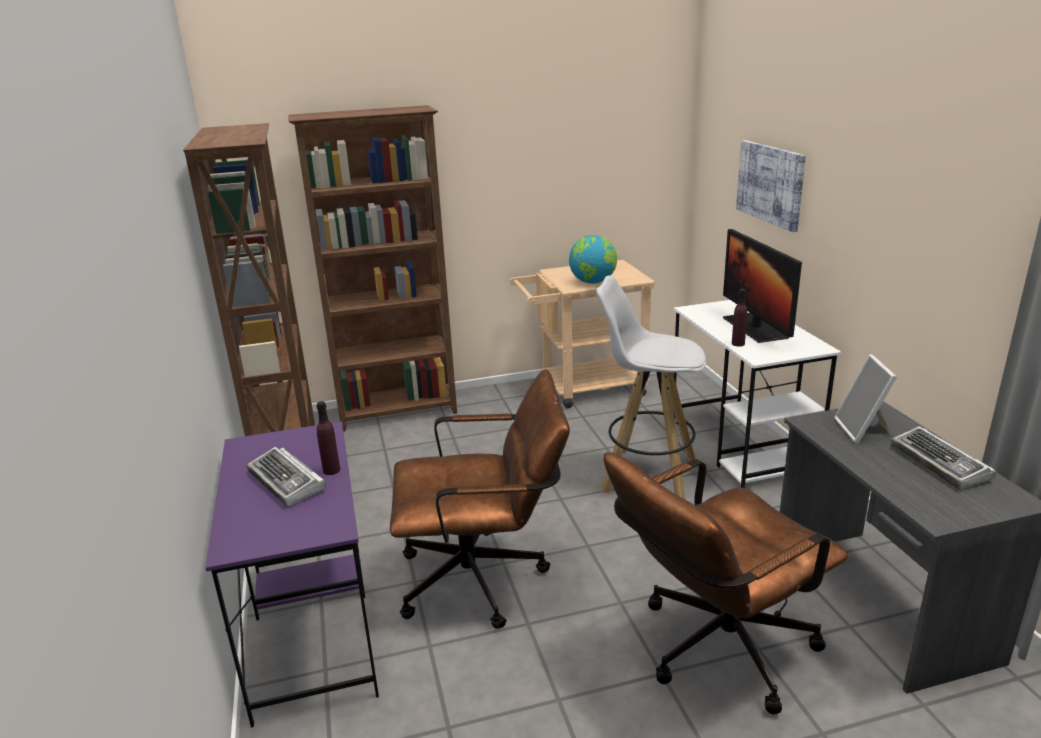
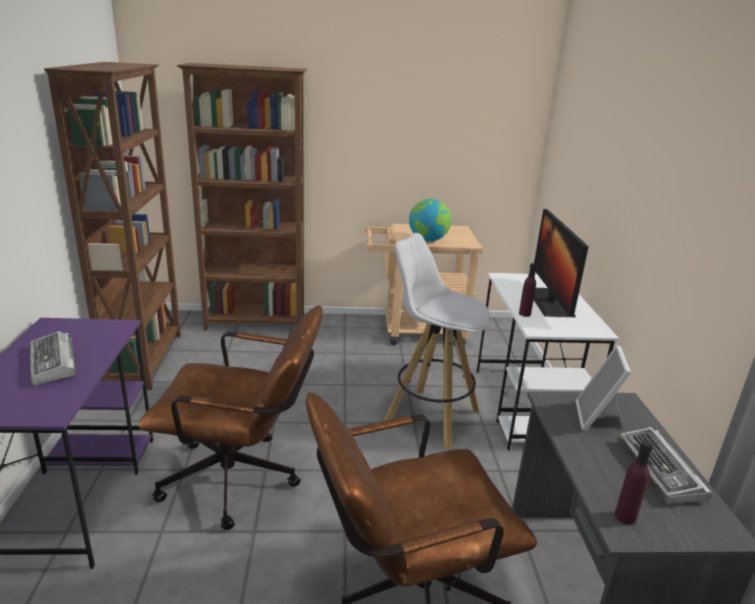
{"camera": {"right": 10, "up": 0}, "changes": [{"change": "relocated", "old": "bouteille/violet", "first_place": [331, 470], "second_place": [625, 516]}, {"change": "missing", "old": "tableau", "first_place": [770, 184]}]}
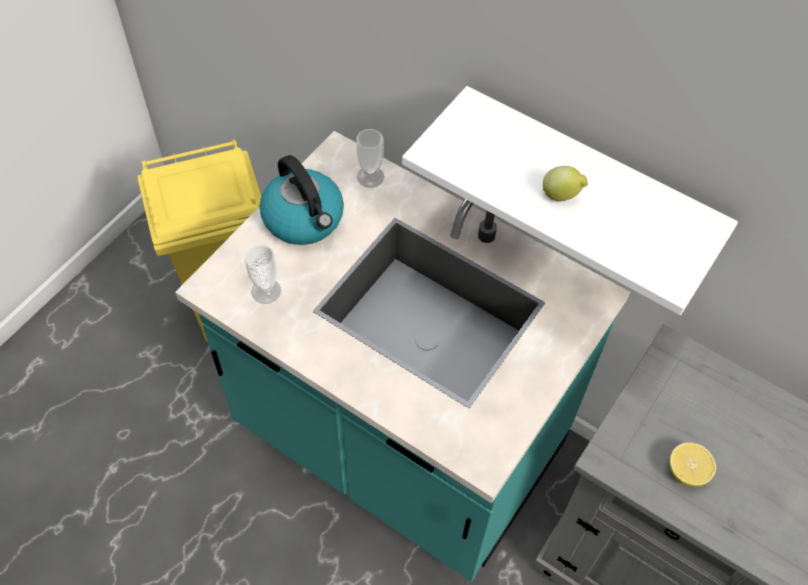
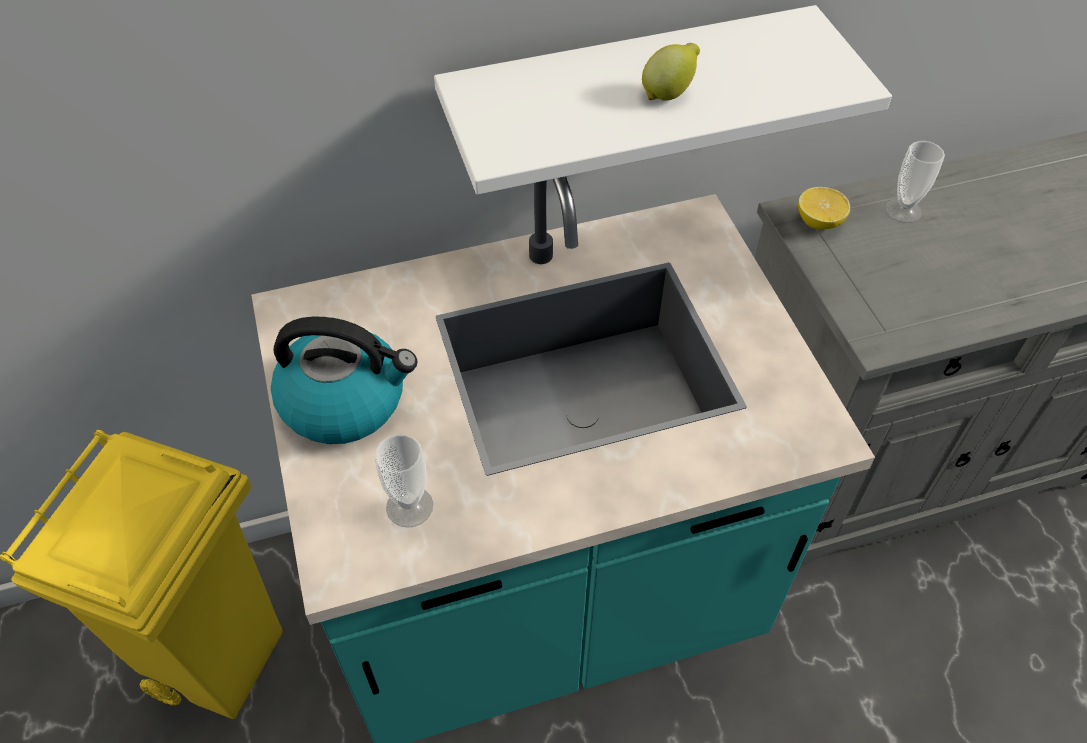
{"camera": {"right": -50, "up": -5}, "changes": [{"change": "relocated", "old": "citron", "first_place": [687, 471], "second_place": [819, 221]}, {"change": "relocated", "old": "tasse", "first_place": [370, 177], "second_place": [903, 210]}]}
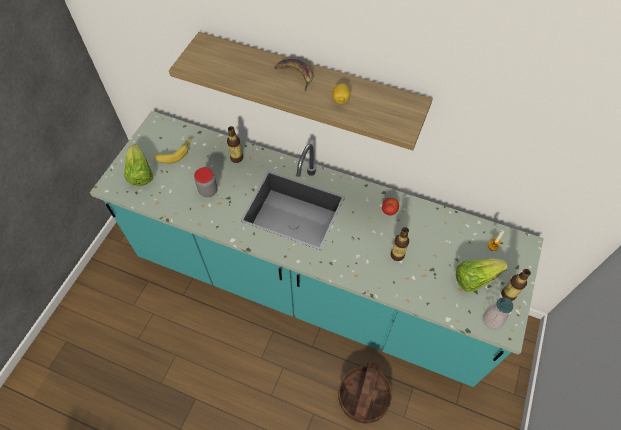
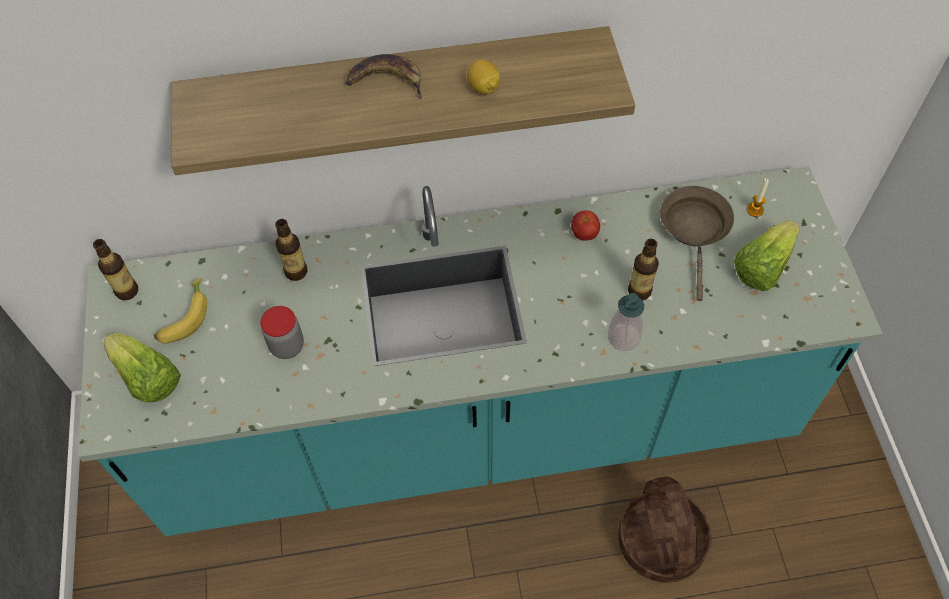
{"camera": {"right": -30, "up": 0}, "changes": [{"change": "relocated", "old": "bouteille", "first_place": [508, 294], "second_place": [127, 291]}, {"change": "relocated", "old": "distributeur de savon", "first_place": [492, 319], "second_place": [623, 337]}, {"change": "appeared", "new": "poêle/marron", "second_place": [695, 230]}]}
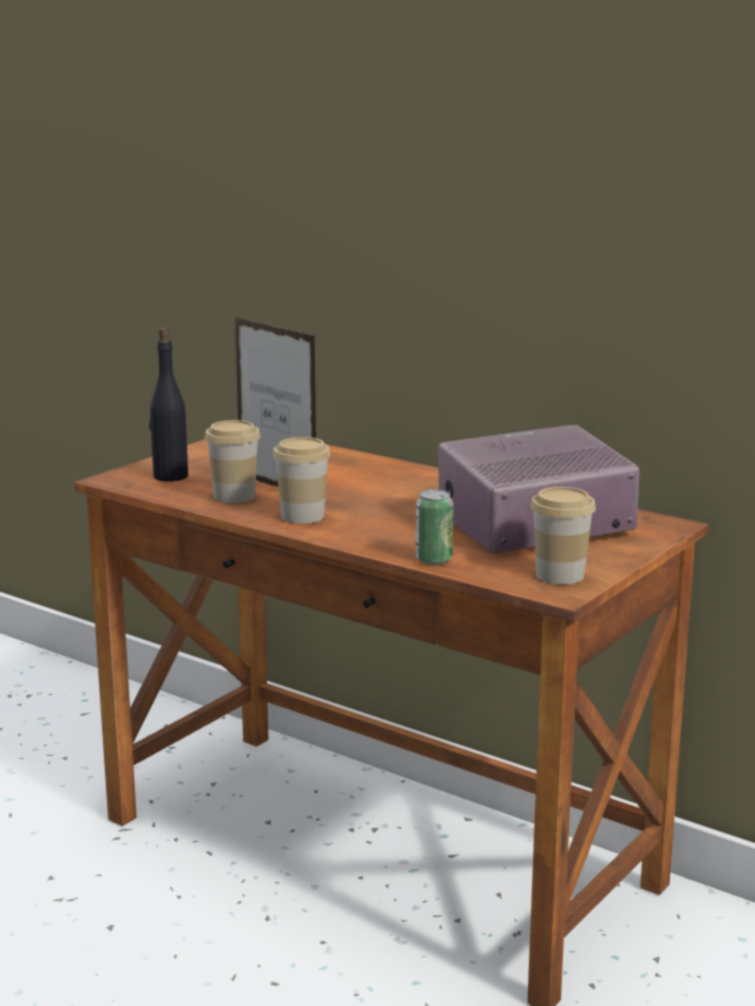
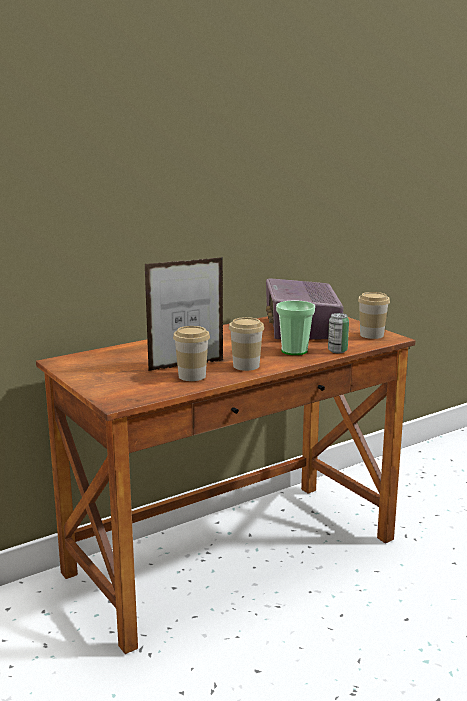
{"camera": {"right": -70, "up": 0}, "changes": [{"change": "appeared", "new": "tasse", "second_place": [294, 351]}, {"change": "missing", "old": "bouteille/noir", "first_place": [170, 476]}]}
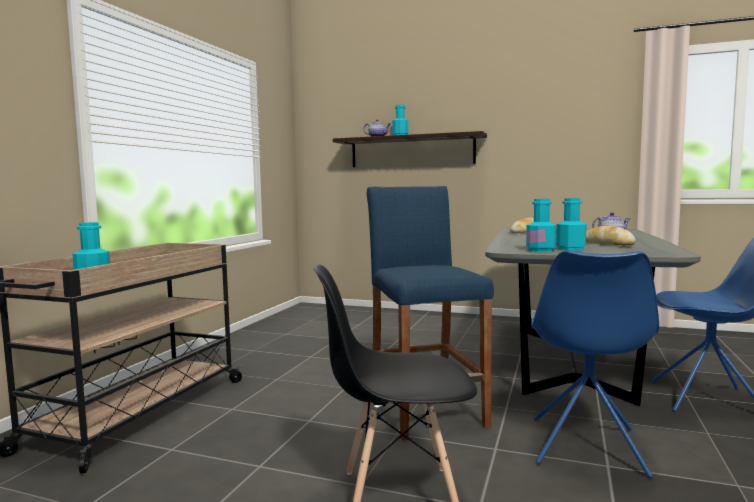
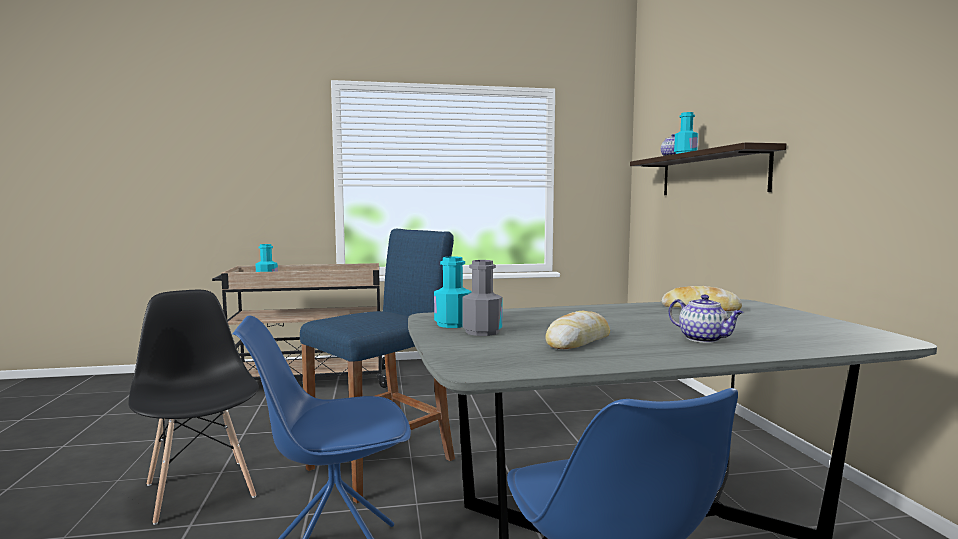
{"camera": {"right": 60, "up": 0}, "changes": [{"change": "colour", "old": "bouteille/turquoise", "new": "bouteille/gris", "first_place": [570, 249], "second_place": [482, 332]}]}
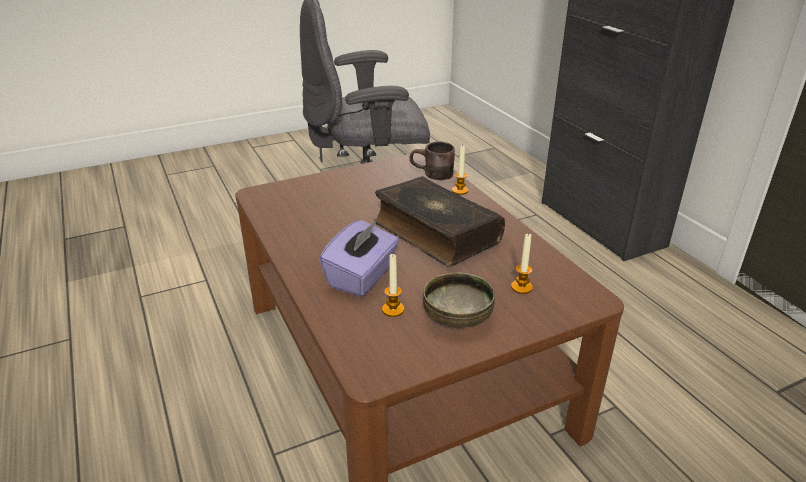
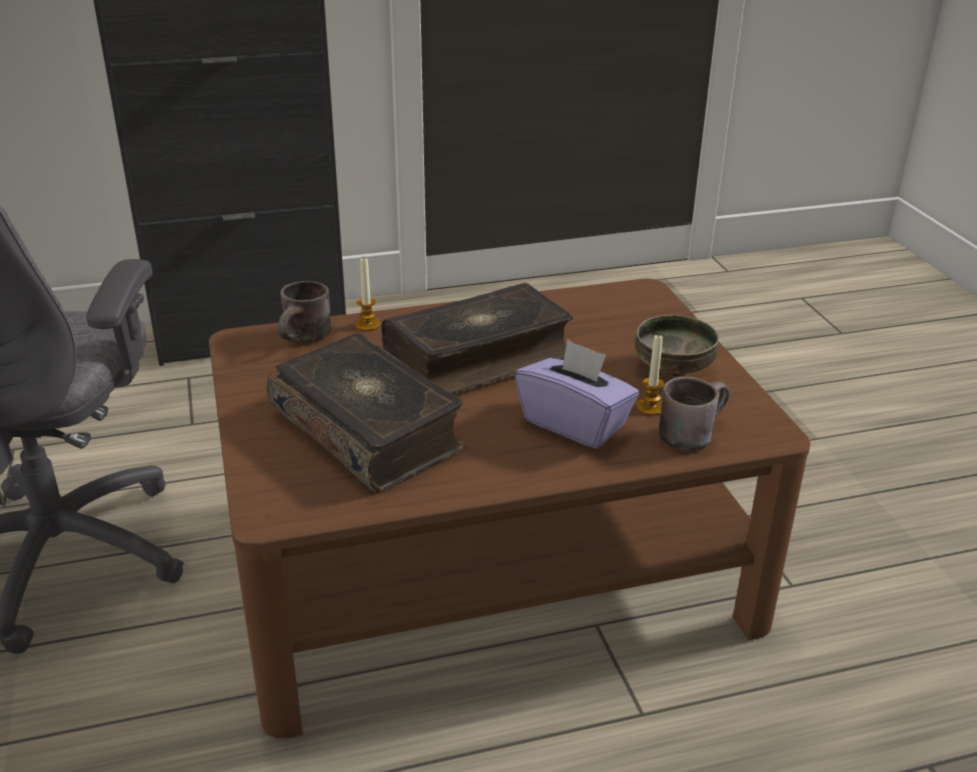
{"camera": {"right": -80, "up": 0}, "changes": [{"change": "appeared", "new": "livre", "second_place": [369, 430]}, {"change": "appeared", "new": "mug/marron", "second_place": [689, 432]}, {"change": "missing", "old": "bougie", "first_place": [521, 287]}]}
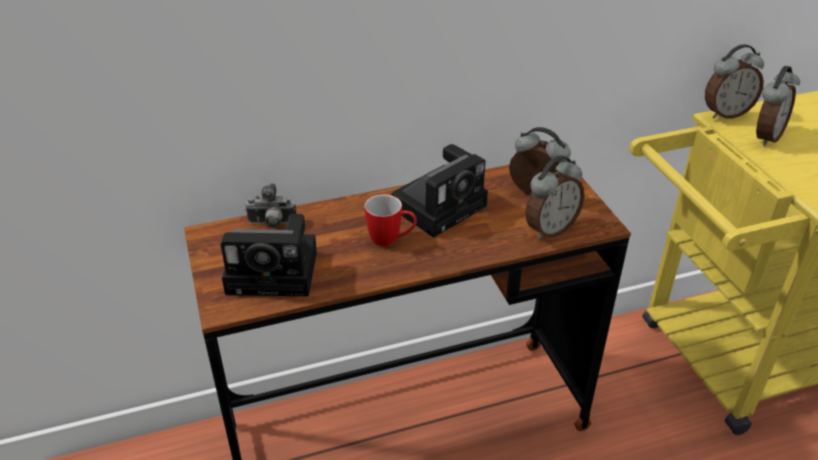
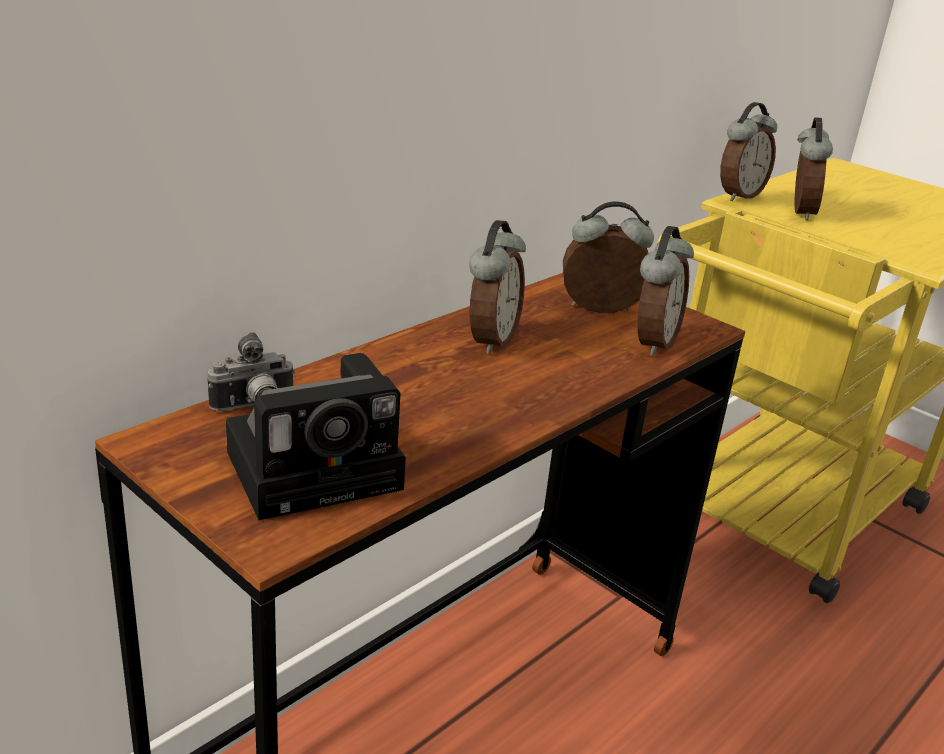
{"camera": {"right": -30, "up": -10}, "changes": [{"change": "exchanged", "old": "appareil photo", "new": "réveil", "first_place": [441, 205], "second_place": [490, 340]}, {"change": "missing", "old": "mug", "first_place": [391, 240]}]}
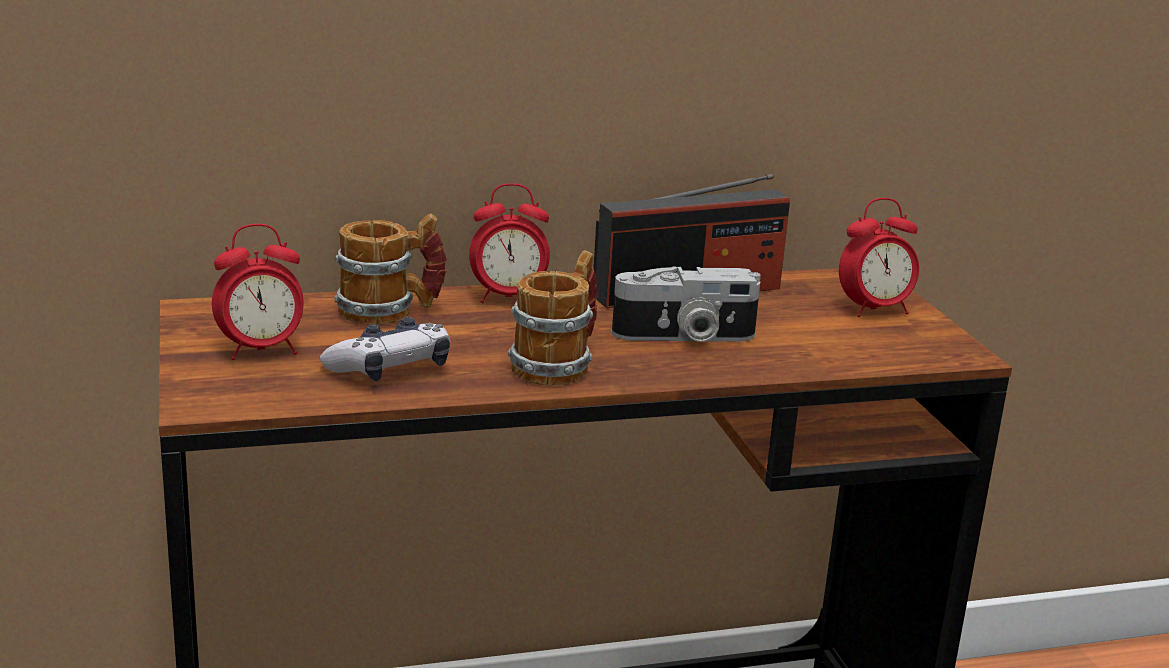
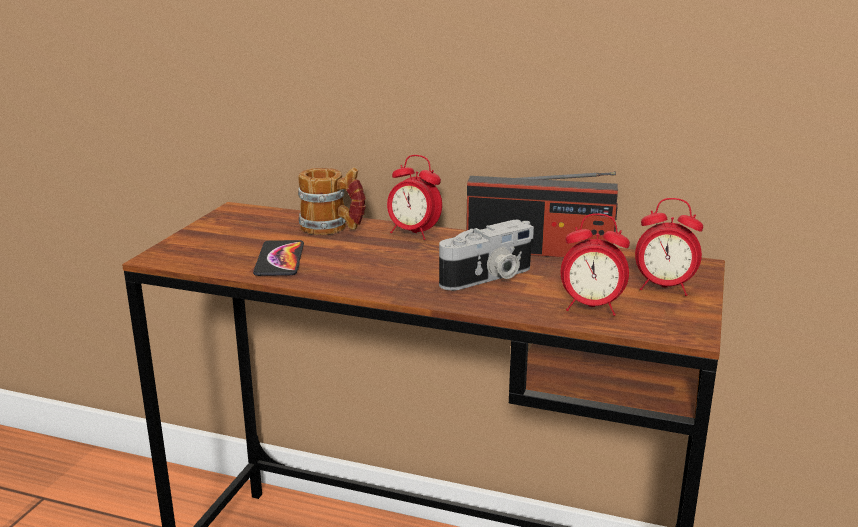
{"camera": {"right": 35, "up": 0}, "changes": [{"change": "exchanged", "old": "manette", "new": "téléphone", "first_place": [390, 369], "second_place": [279, 259]}, {"change": "spun", "old": "appareil photo", "first_place": [684, 337], "second_place": [489, 278], "degrees": -60}, {"change": "relocated", "old": "réveil", "first_place": [261, 351], "second_place": [591, 308]}, {"change": "missing", "old": "mug", "first_place": [559, 364]}]}
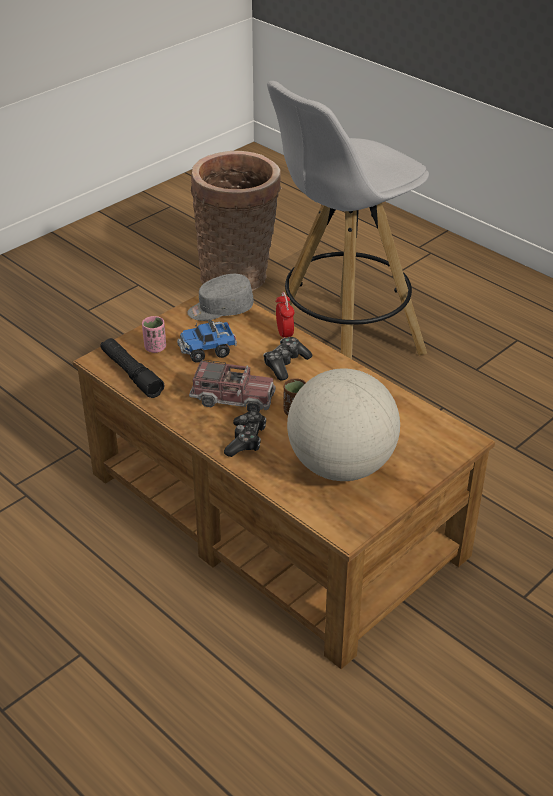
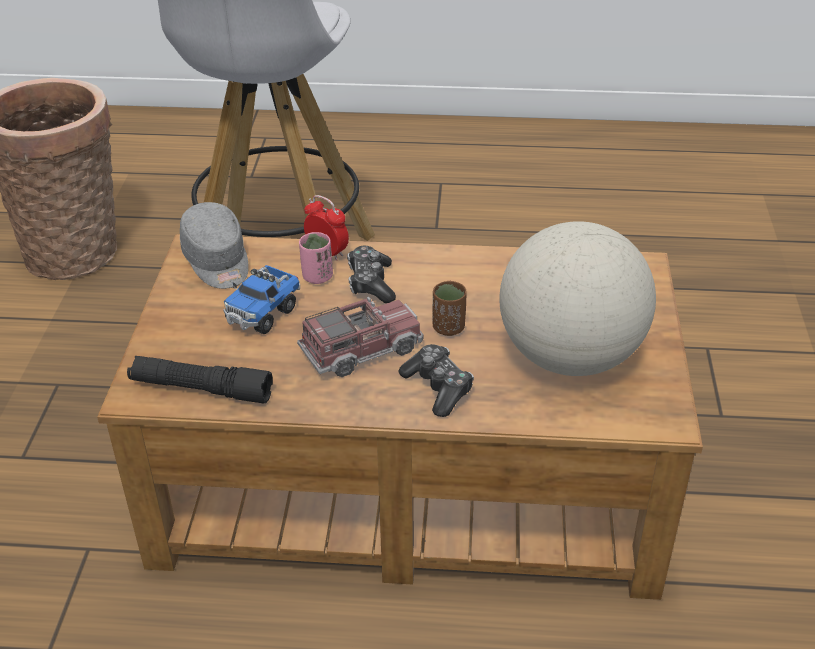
{"camera": {"right": -40, "up": 0}, "changes": [{"change": "spun", "old": "casquette/gris", "first_place": [220, 310], "second_place": [217, 262], "degrees": -60}, {"change": "relocated", "old": "tasse/rose", "first_place": [155, 348], "second_place": [317, 277]}]}
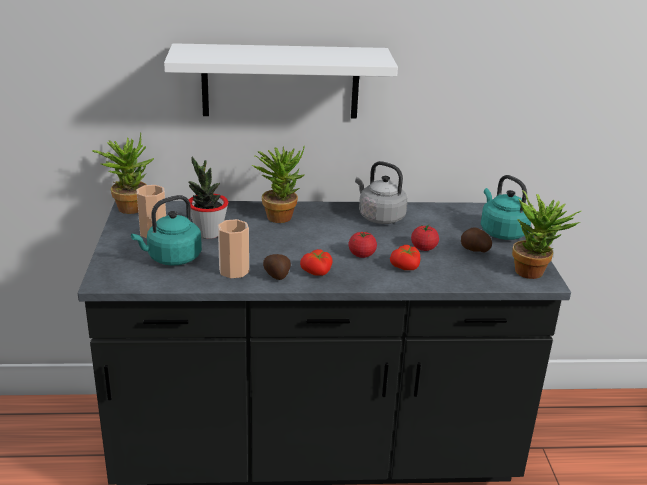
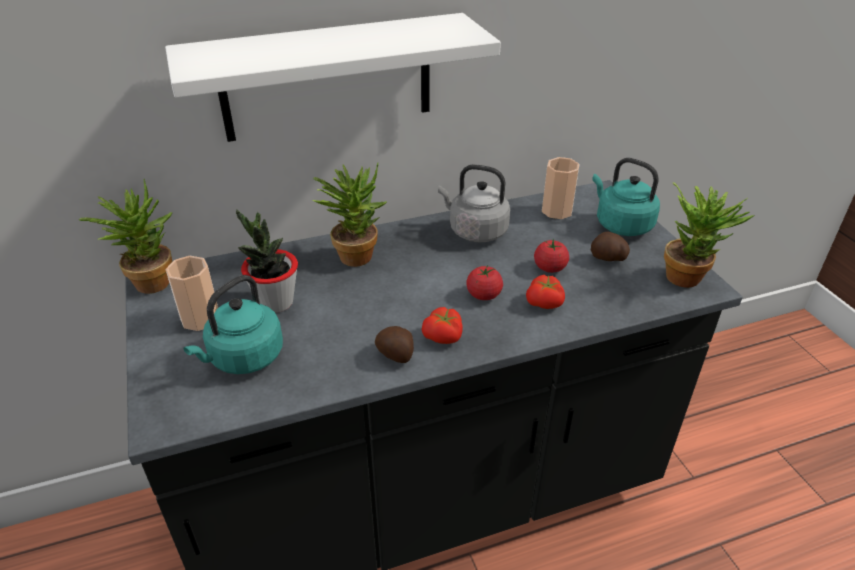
{"camera": {"right": -15, "up": 10}, "changes": [{"change": "relocated", "old": "tasse", "first_place": [234, 271], "second_place": [556, 211]}]}
